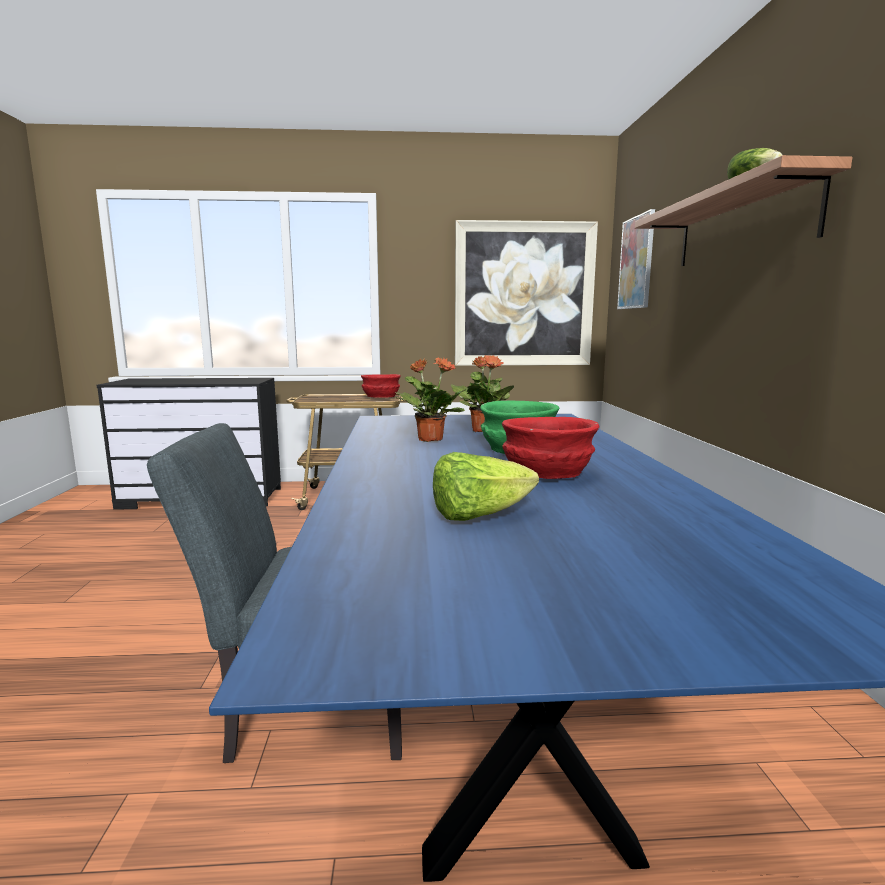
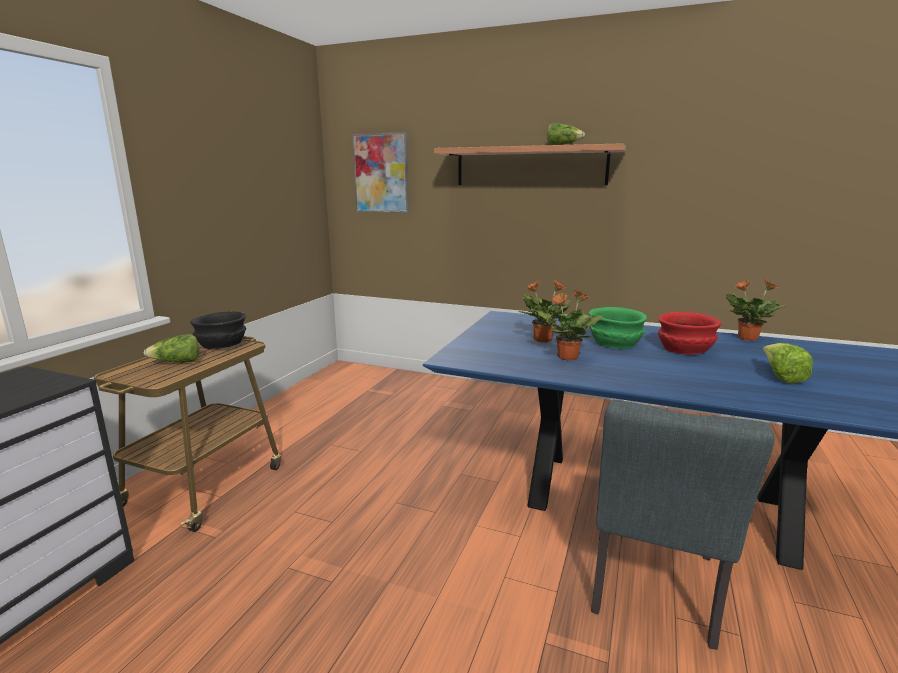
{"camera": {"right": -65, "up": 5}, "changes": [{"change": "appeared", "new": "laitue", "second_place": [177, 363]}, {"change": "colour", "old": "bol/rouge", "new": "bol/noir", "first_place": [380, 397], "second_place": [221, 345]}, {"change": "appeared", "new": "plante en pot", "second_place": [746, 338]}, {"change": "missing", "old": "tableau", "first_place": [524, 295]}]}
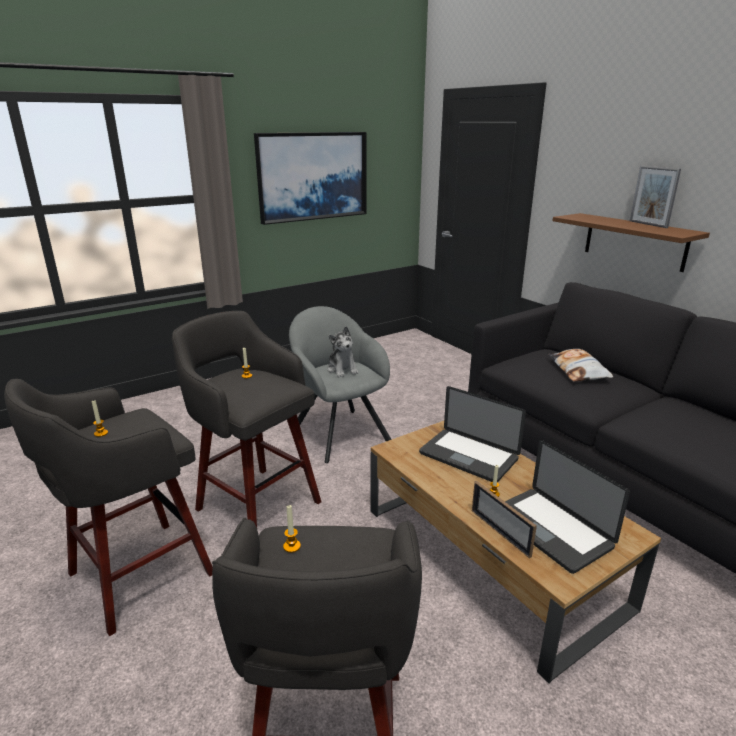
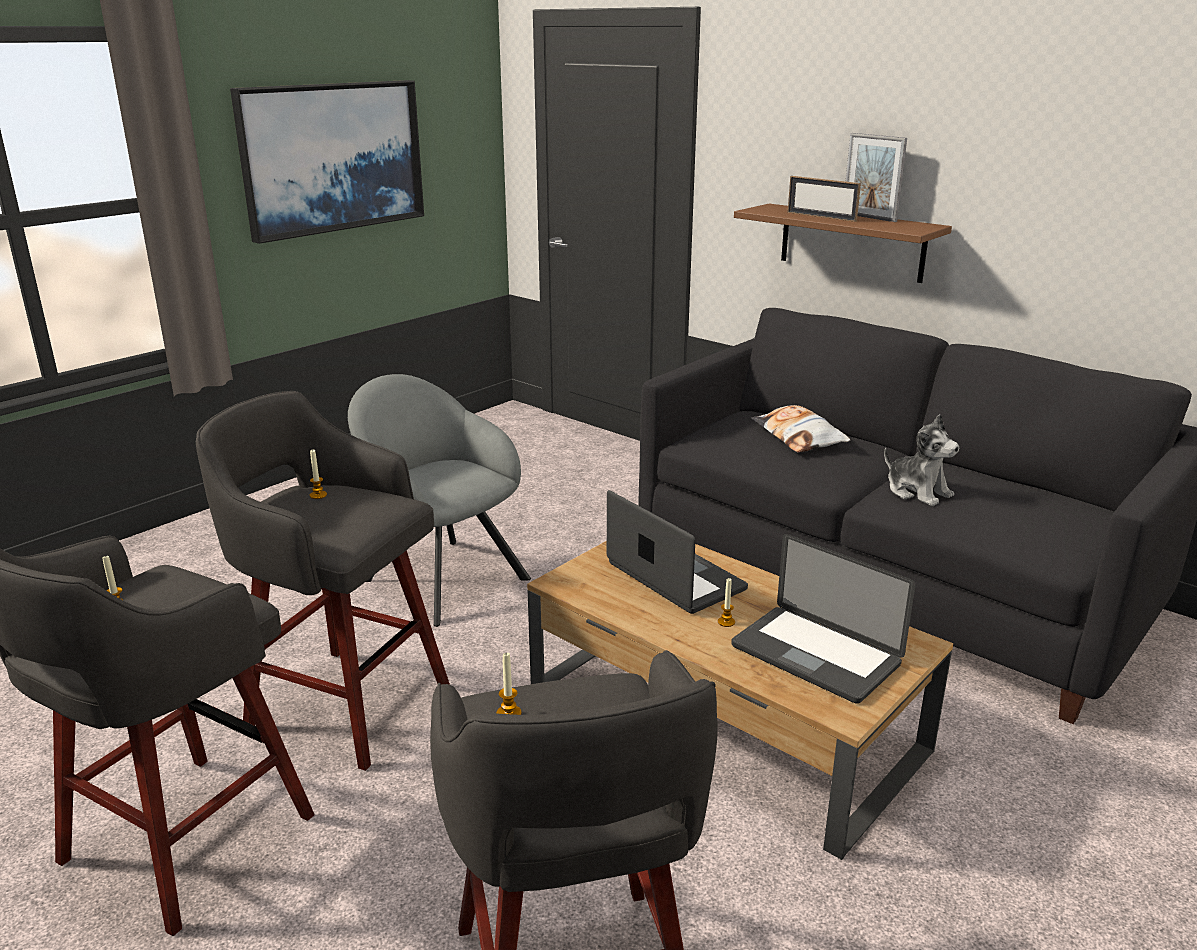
{"camera": {"right": -15, "up": 0}, "changes": [{"change": "spun", "old": "ordinateur portable", "first_place": [468, 456], "second_place": [675, 577], "degrees": -150}, {"change": "relocated", "old": "cadre photo", "first_place": [500, 532], "second_place": [821, 216]}, {"change": "relocated", "old": "peluche", "first_place": [342, 369], "second_place": [917, 491]}]}
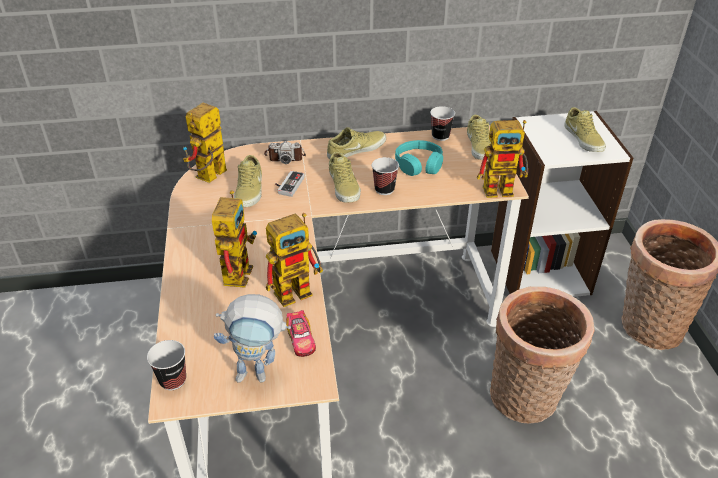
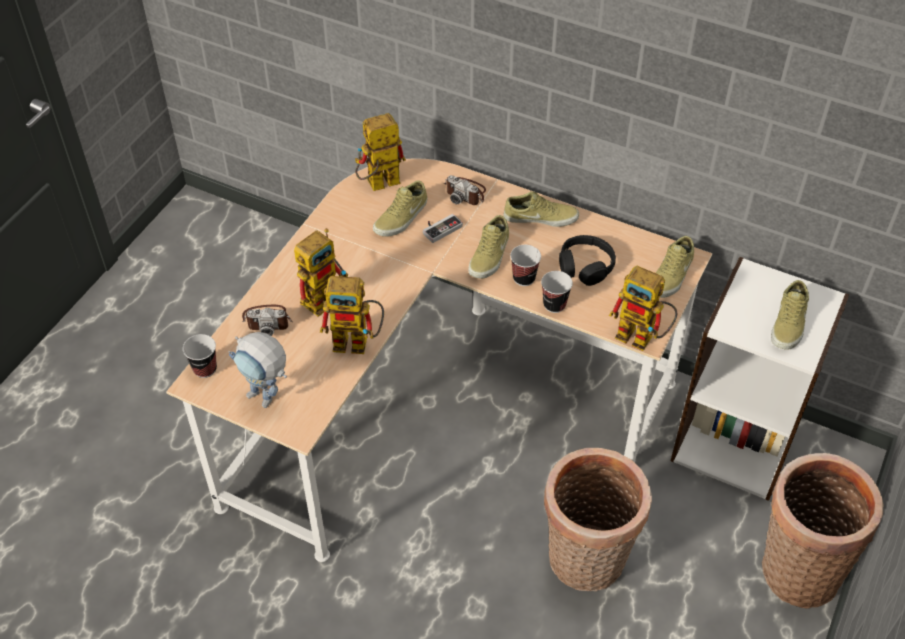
{"camera": {"right": 35, "up": 10}, "changes": [{"change": "appeared", "new": "appareil photo", "second_place": [268, 320]}, {"change": "relocated", "old": "tasse", "first_place": [440, 136], "second_place": [554, 305]}, {"change": "colour", "old": "casque audio/turquoise", "new": "casque audio/noir", "first_place": [419, 165], "second_place": [585, 266]}, {"change": "missing", "old": "petite voiture", "first_place": [301, 339]}]}
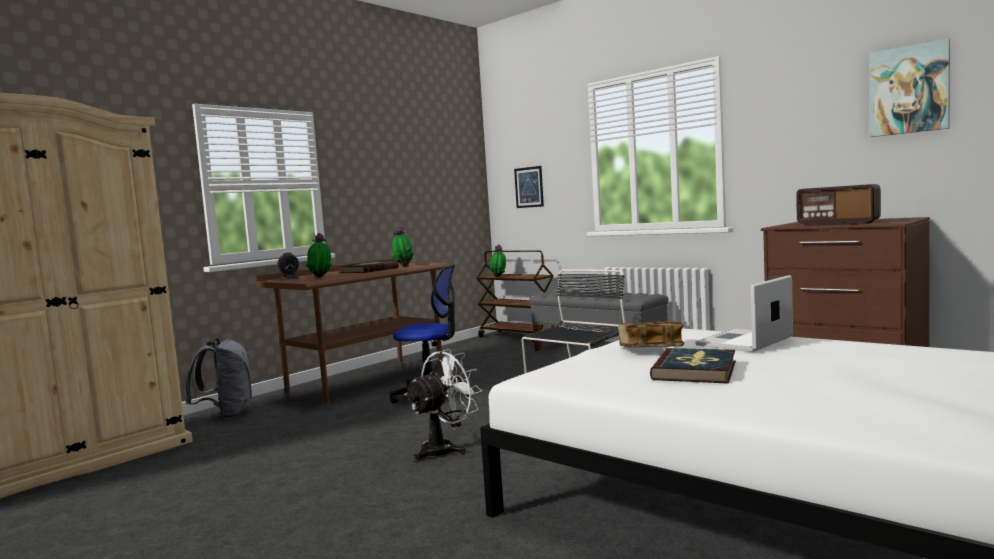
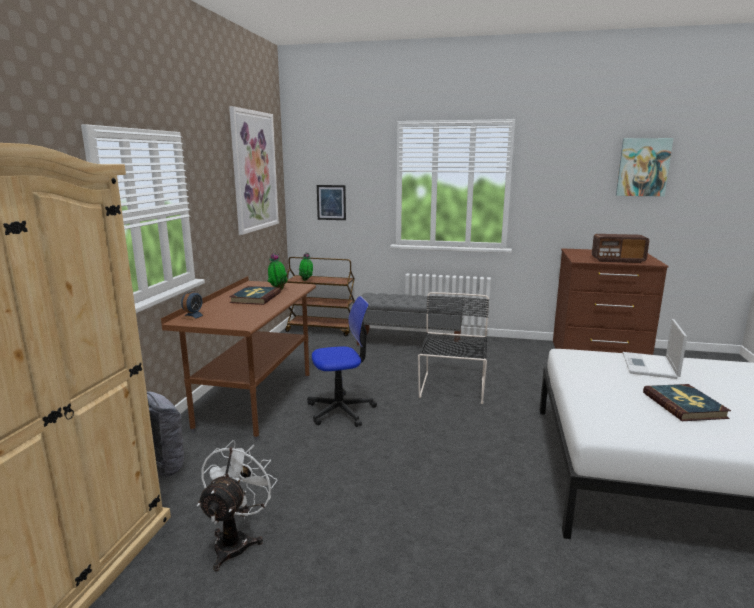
{"camera": {"right": -30, "up": 10}, "changes": [{"change": "relocated", "old": "ventilateur/blanc", "first_place": [444, 449], "second_place": [236, 541]}, {"change": "appeared", "new": "tableau", "second_place": [254, 171]}, {"change": "missing", "old": "plante en pot", "first_place": [320, 277]}, {"change": "missing", "old": "livre", "first_place": [650, 349]}]}
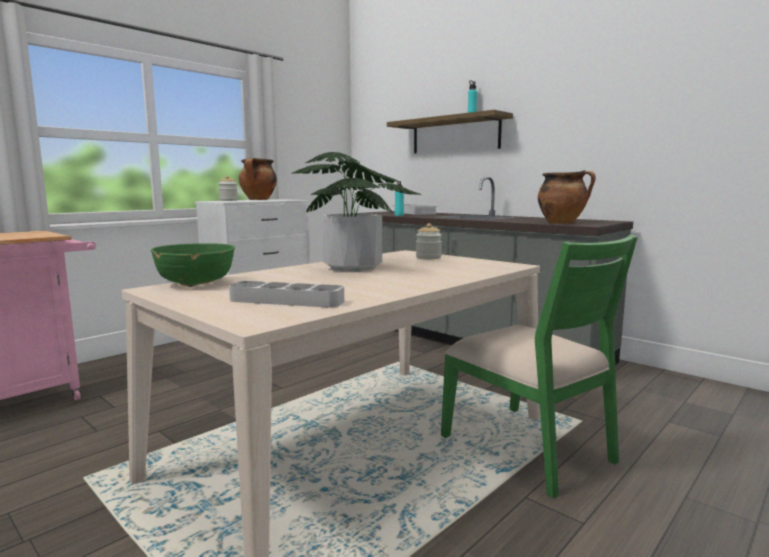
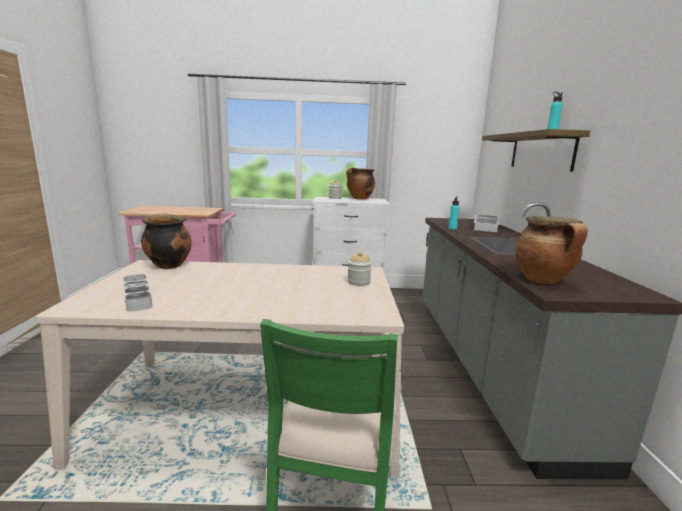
{"camera": {"right": 45, "up": 5}, "changes": [{"change": "exchanged", "old": "bol/vert", "new": "marmite", "first_place": [196, 283], "second_place": [168, 265]}, {"change": "missing", "old": "plante en pot", "first_place": [353, 268]}]}
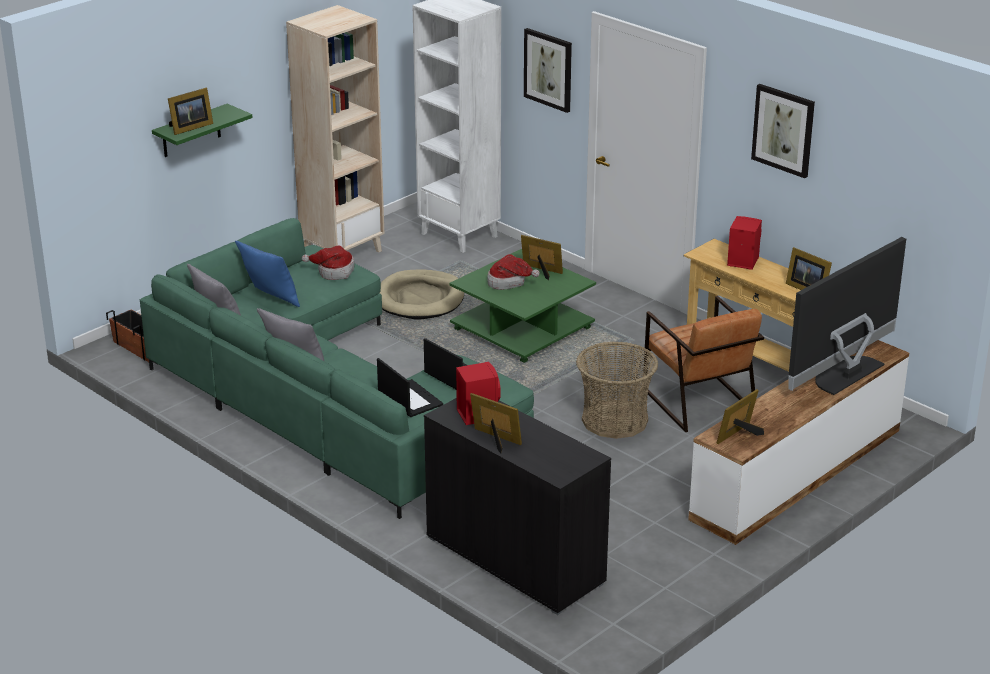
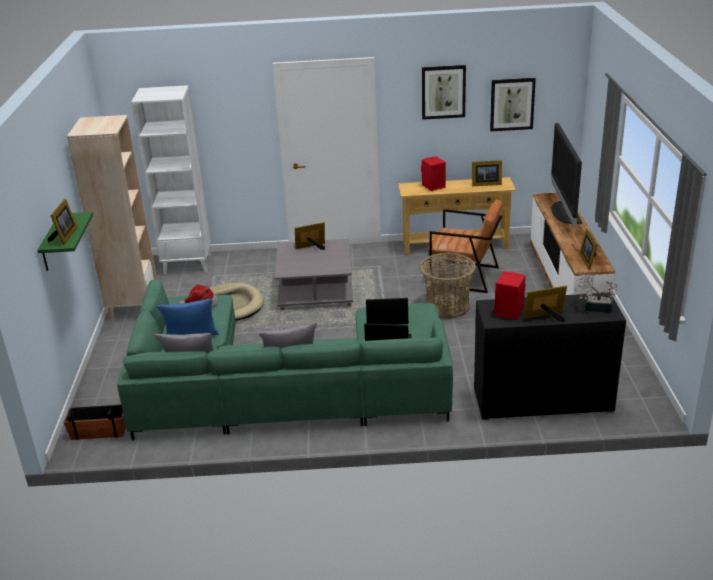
{"camera": {"right": -45, "up": 0}, "changes": [{"change": "colour", "old": "table basse/vert", "new": "table basse/gris", "first_place": [520, 329], "second_place": [315, 291]}, {"change": "relocated", "old": "tableau", "first_place": [548, 69], "second_place": [512, 104]}, {"change": "appeared", "new": "plante en pot", "second_place": [594, 307]}, {"change": "missing", "old": "chapeau", "first_place": [509, 282]}]}
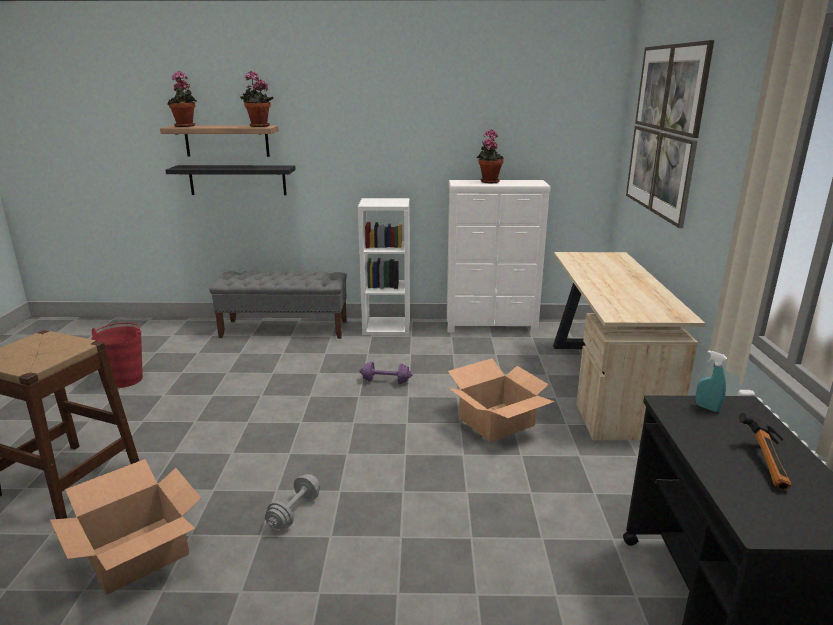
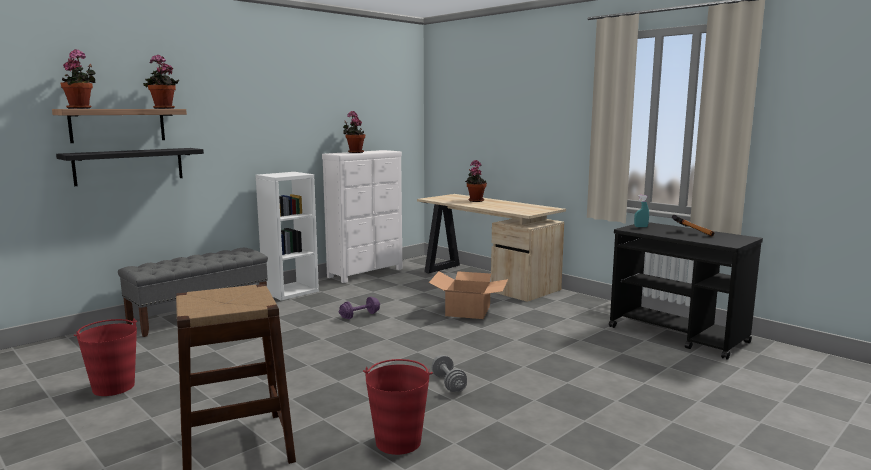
{"camera": {"right": -45, "up": -10}, "changes": [{"change": "exchanged", "old": "carton", "new": "seau/rouge", "first_place": [138, 554], "second_place": [398, 441]}, {"change": "appeared", "new": "plante en pot", "second_place": [475, 200]}, {"change": "missing", "old": "tableau", "first_place": [665, 131]}]}
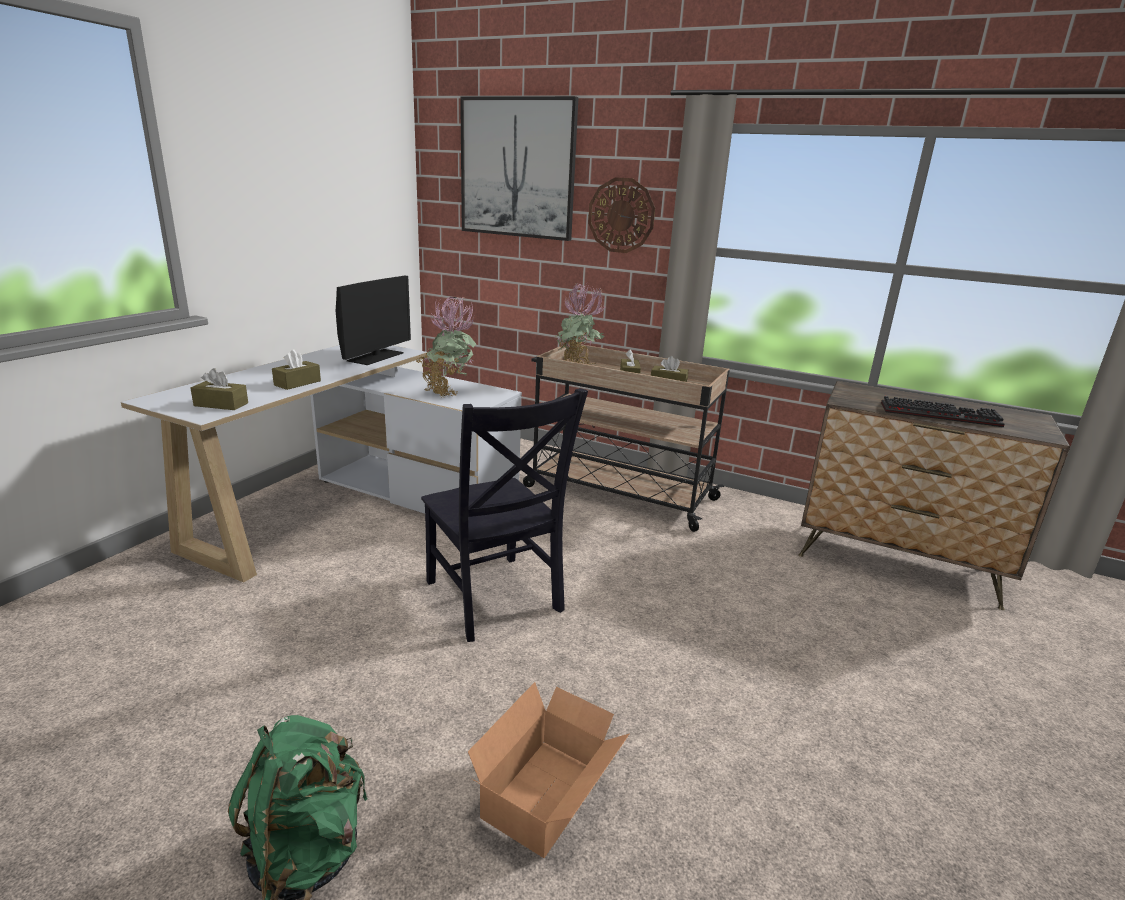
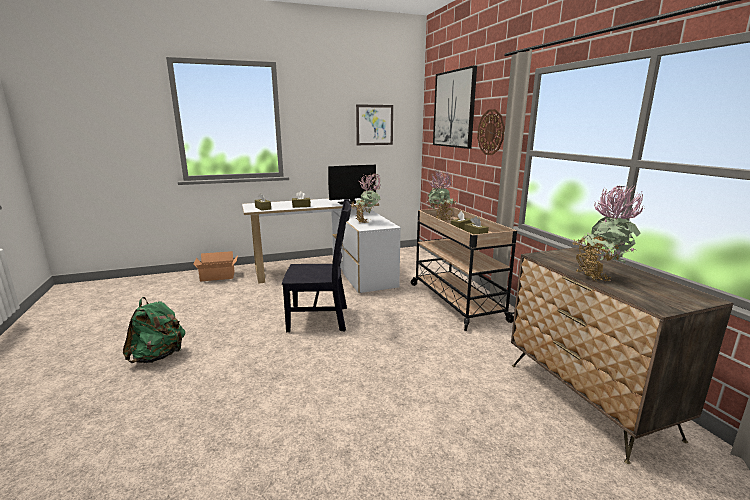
{"camera": {"right": 45, "up": -5}, "changes": [{"change": "relocated", "old": "carton", "first_place": [549, 795], "second_place": [218, 276]}, {"change": "spun", "old": "chaise/noir", "first_place": [495, 599], "second_place": [321, 319], "degrees": -105}, {"change": "appeared", "new": "tableau", "second_place": [374, 125]}, {"change": "exchanged", "old": "clavier", "new": "plante en pot", "first_place": [941, 414], "second_place": [599, 276]}]}
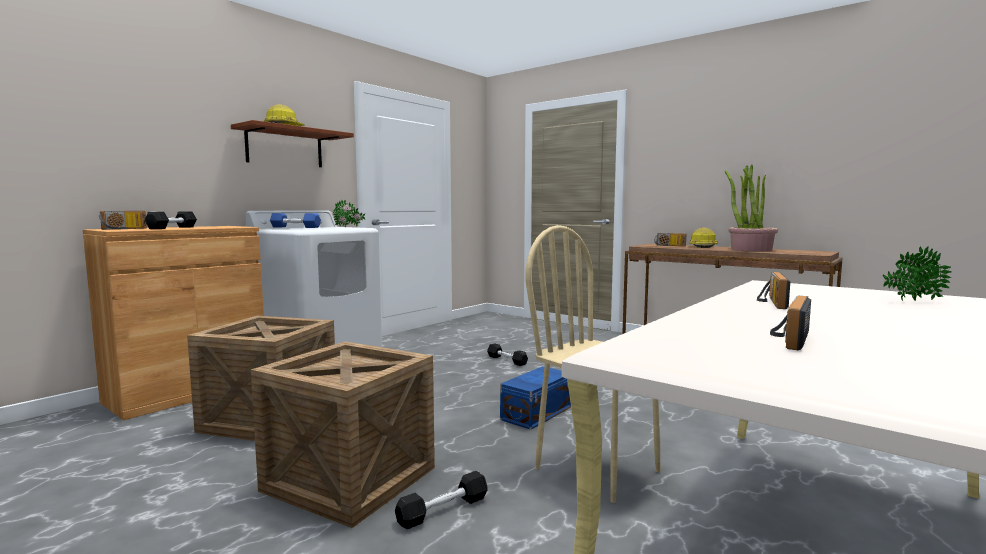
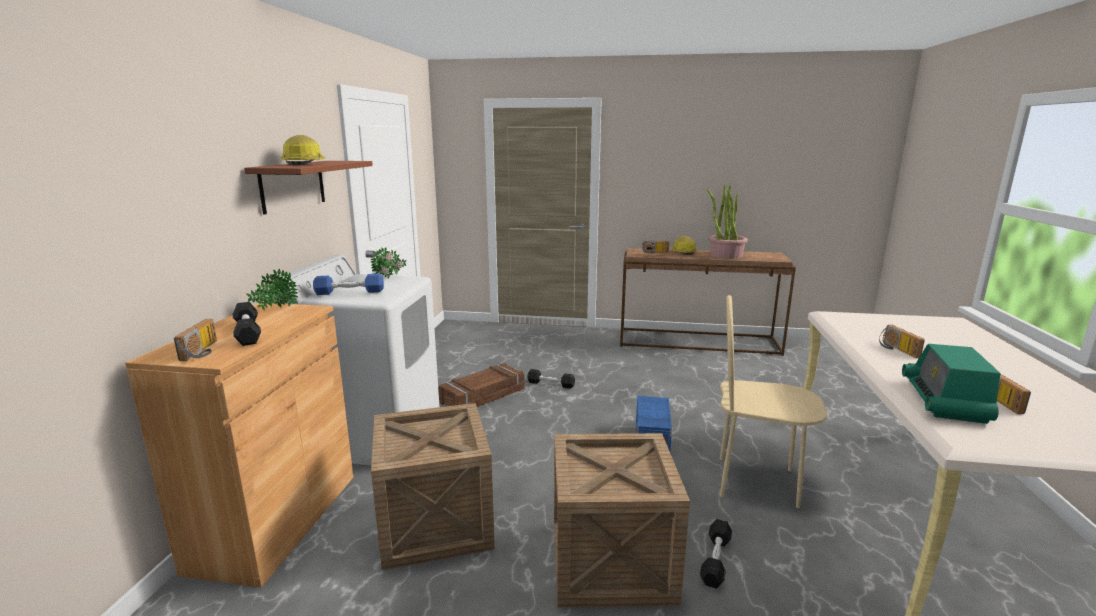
{"camera": {"right": -30, "up": 10}, "changes": [{"change": "relocated", "old": "plante en pot", "first_place": [911, 301], "second_place": [275, 309]}, {"change": "appeared", "new": "caisse", "second_place": [483, 396]}, {"change": "appeared", "new": "radio", "second_place": [944, 400]}]}
